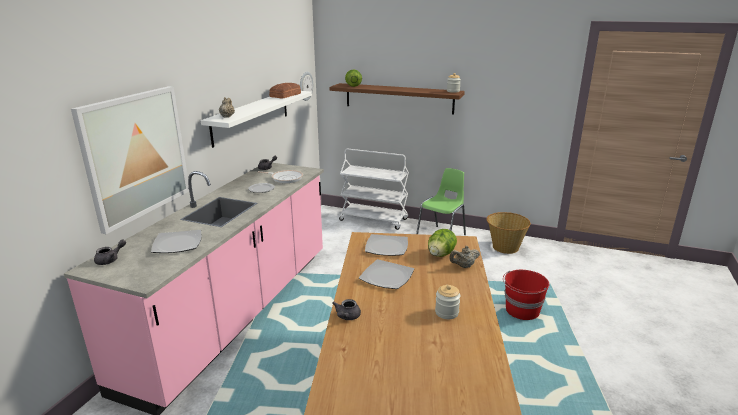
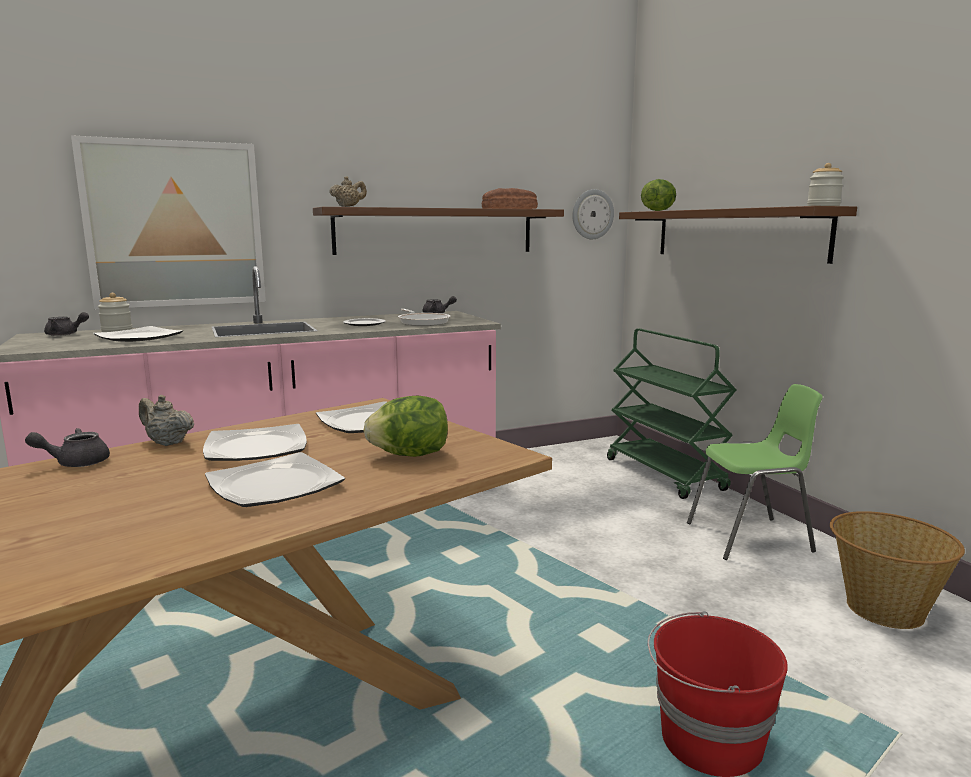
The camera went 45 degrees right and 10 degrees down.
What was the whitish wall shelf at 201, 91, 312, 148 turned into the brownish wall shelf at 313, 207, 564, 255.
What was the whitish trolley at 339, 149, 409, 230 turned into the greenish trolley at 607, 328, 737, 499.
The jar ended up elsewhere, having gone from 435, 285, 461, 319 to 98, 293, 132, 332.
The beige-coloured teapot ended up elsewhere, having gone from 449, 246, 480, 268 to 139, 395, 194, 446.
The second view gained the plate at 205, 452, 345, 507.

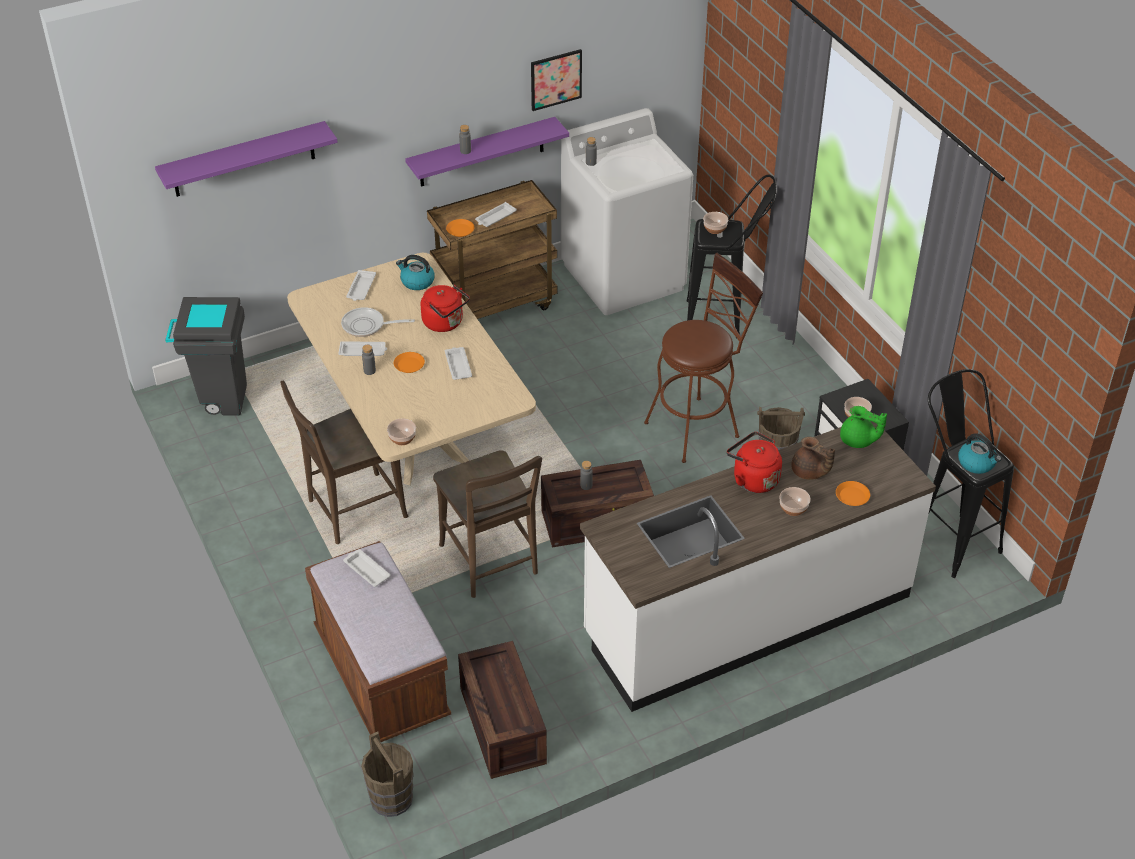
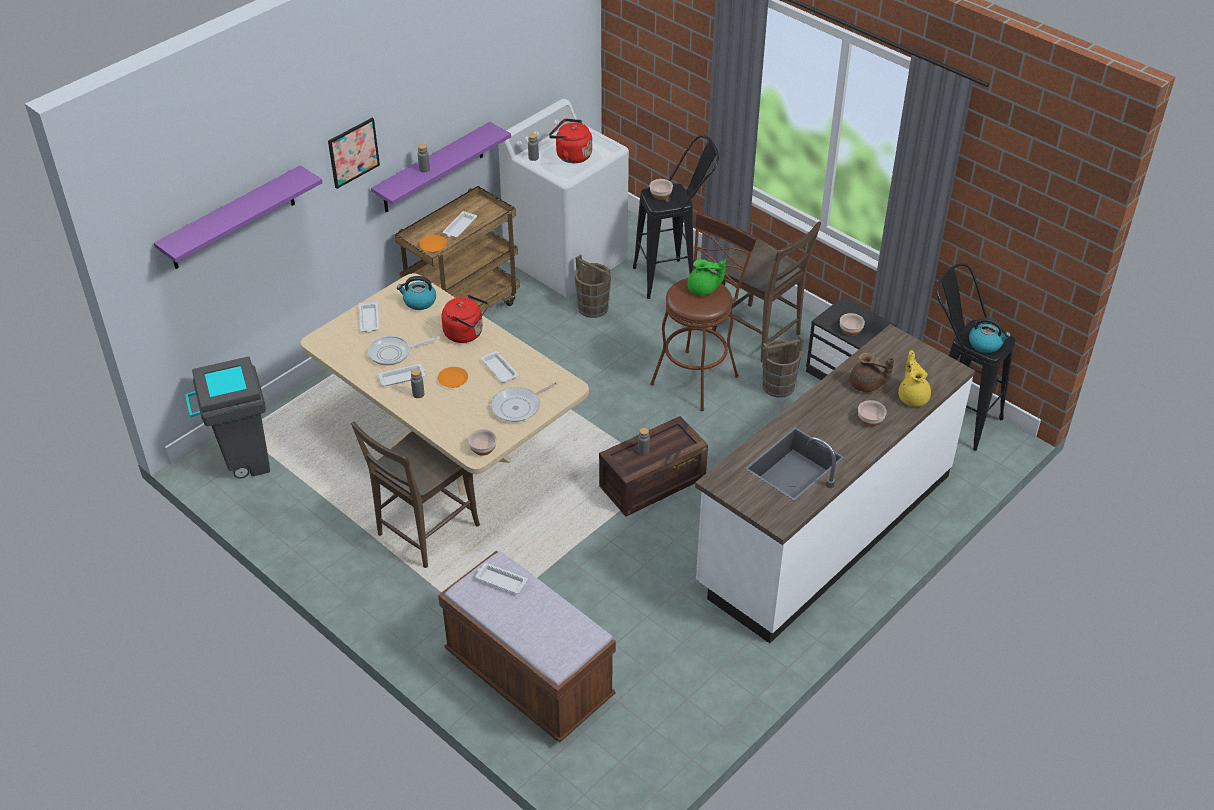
The camera went 20 degrees left and 0 degrees up.
The brownish pail ended up elsewhere, having gone from 361, 731, 414, 817 to 574, 254, 611, 318.
The brownish upright chair ended up elsewhere, having gone from 433, 450, 542, 598 to 712, 222, 821, 363.
The second view lost the crate at 458, 641, 547, 779.
The picture ended up elsewhere, having gone from 531, 49, 582, 111 to 328, 118, 380, 189.
The red-coloured kettle ended up elsewhere, having gone from 727, 432, 782, 493 to 549, 119, 592, 163.
Where the orangey plate stood at 836, 481, 870, 506, the yellow-coloured teapot came to stand at 898, 350, 931, 407.
The greenish teapot ended up elsewhere, having gone from 840, 406, 887, 448 to 687, 259, 726, 295.
The second view gained the frying pan at 491, 382, 558, 422.

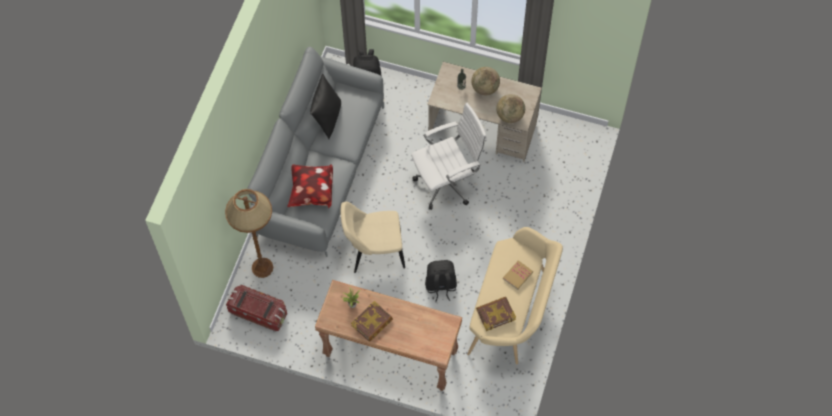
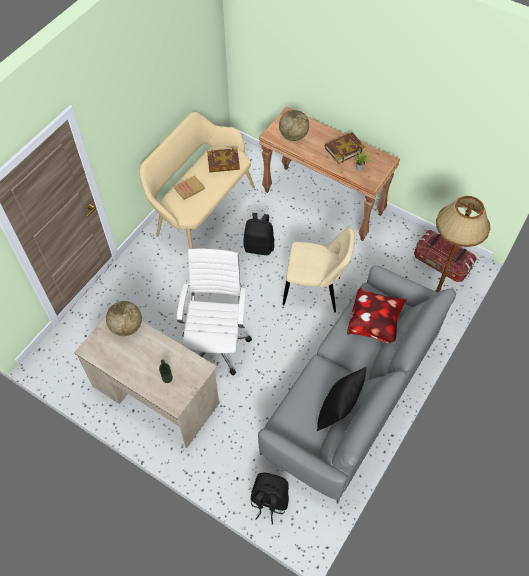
The camera went 165 degrees left and 5 degrees down.
The whitish office chair at 411, 103, 487, 210 ended up facing another way, 105 degrees clockwise from before.
The world globe ended up elsewhere, having gone from 471, 67, 500, 95 to 279, 110, 309, 141.

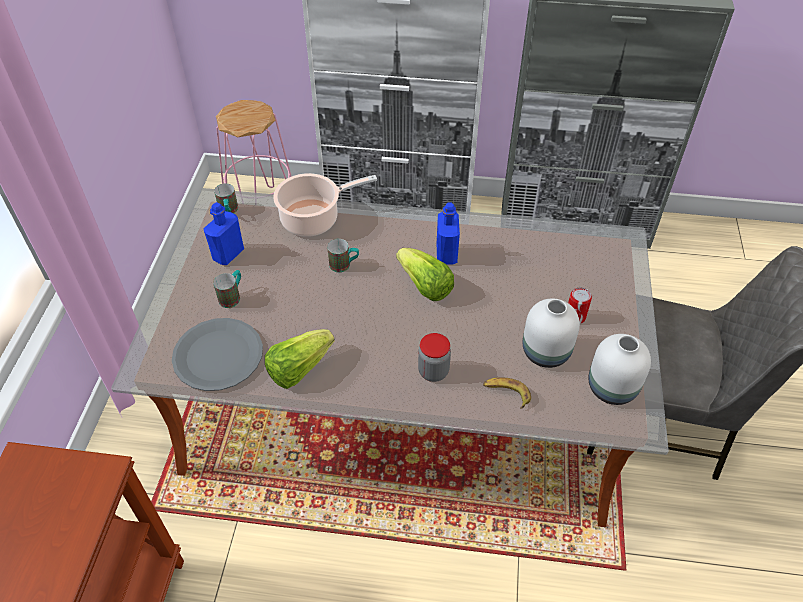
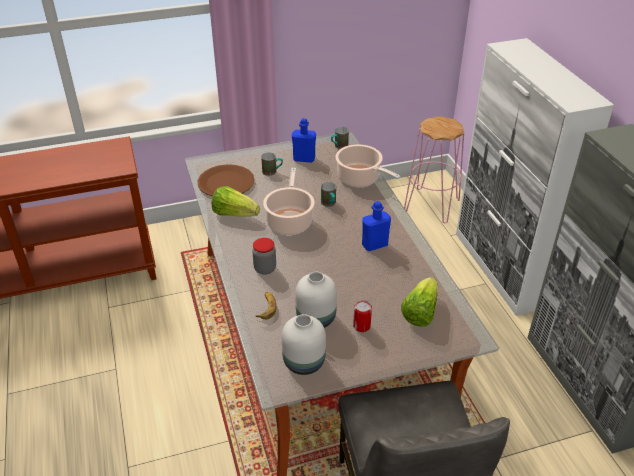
The camera went 65 degrees right and 10 degrees down.
What was the gray plate at 172, 318, 263, 391 turned into the brownish plate at 198, 164, 255, 196.
The head of lettuce ended up elsewhere, having gone from 396, 248, 454, 301 to 401, 277, 437, 327.
The second view gained the saucepot at 263, 168, 315, 235.

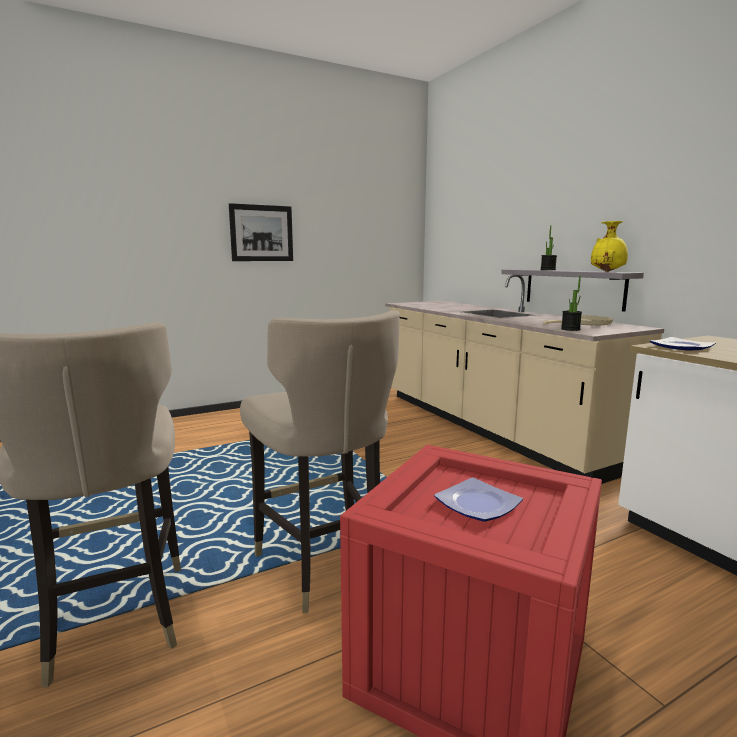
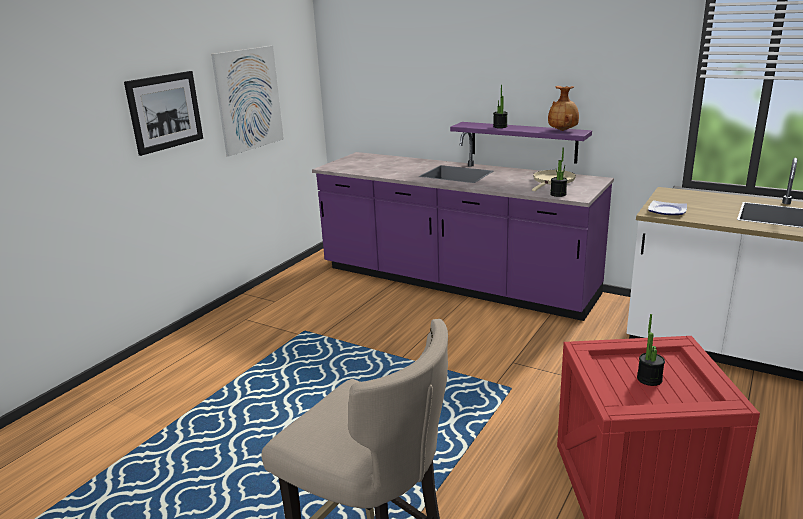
The camera went 30 degrees left and 10 degrees up.
The second view lost the beige-coloured sitting stool at 240, 310, 400, 613.
What was the beige-coloured counter at 385, 275, 664, 484 turned into the purple counter at 312, 132, 614, 321.
Where the plate stood at 434, 477, 523, 522, the houseplant came to stand at 637, 314, 665, 386.
What was the gray wall shelf at 501, 269, 644, 312 turned into the purple wall shelf at 450, 122, 592, 164.
What was the yellow-coloured decorative vase at 591, 221, 628, 272 turned into the brownish decorative vase at 548, 86, 579, 131.
The second view gained the picture at 211, 46, 284, 157.

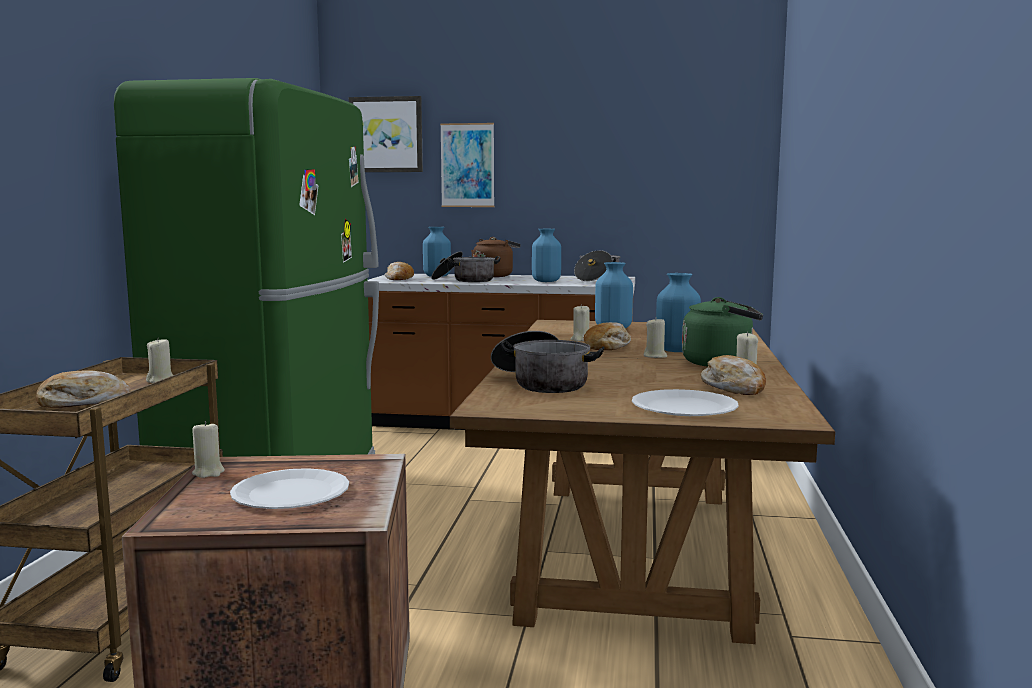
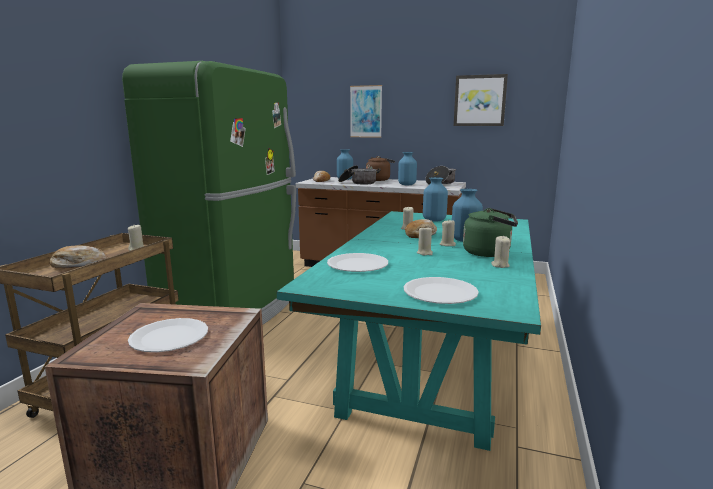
The camera went 10 degrees right and 5 degrees up.
The beige-coloured wax light ended up elsewhere, having gone from 192, 421, 225, 478 to 417, 227, 433, 255.
The picture ended up elsewhere, having gone from 349, 96, 423, 172 to 454, 74, 508, 126.
What was the brownish dinner table at 450, 320, 835, 644 turned into the turquoise dinner table at 277, 211, 541, 451.
Where the saucepot stood at 491, 331, 604, 393, the whitish plate came to stand at 327, 253, 388, 272.
The second view lost the bread at 701, 355, 766, 395.

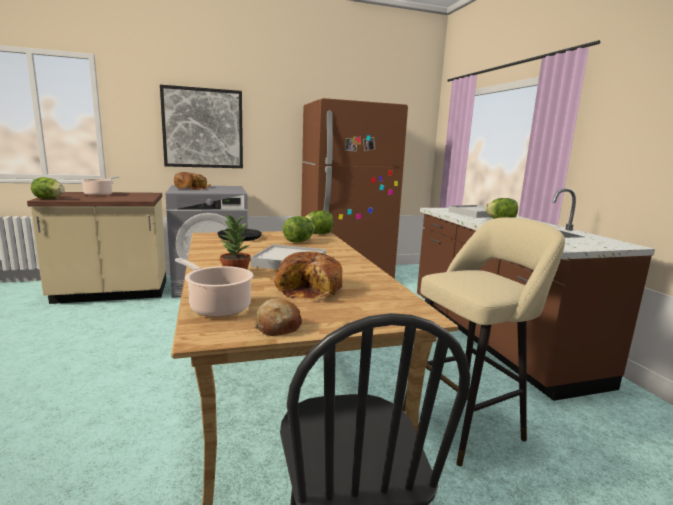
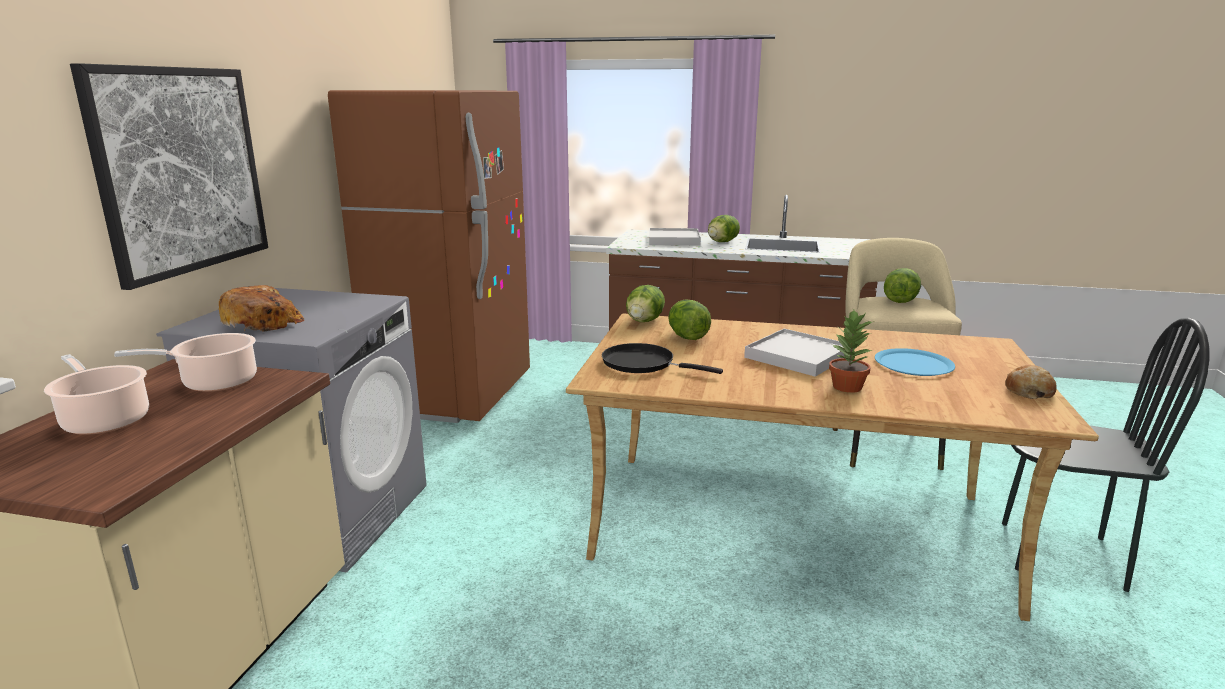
The camera went 60 degrees left and 5 degrees up.
The head of lettuce ended up elsewhere, having gone from 31, 177, 65, 199 to 884, 268, 921, 303.
The saucepot ended up elsewhere, having gone from 175, 258, 254, 317 to 114, 333, 257, 392.
Where the bread stood at 274, 252, 342, 300, the blue plate came to stand at 875, 348, 955, 376.

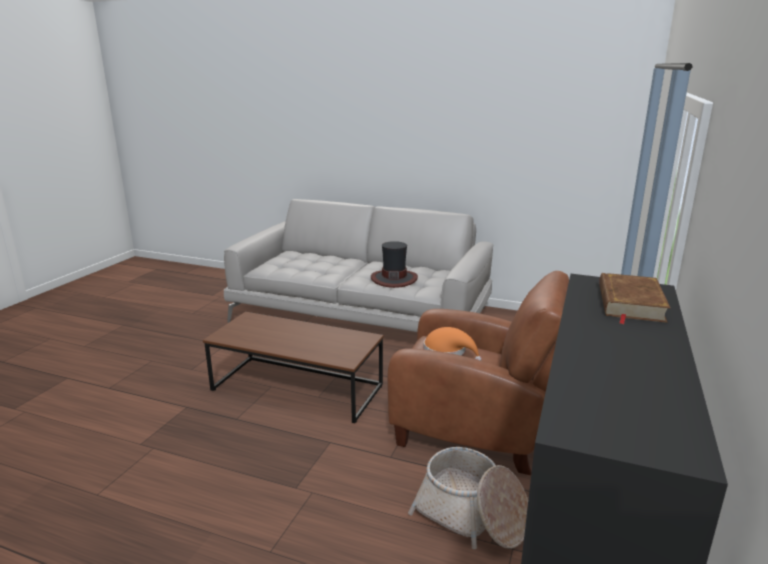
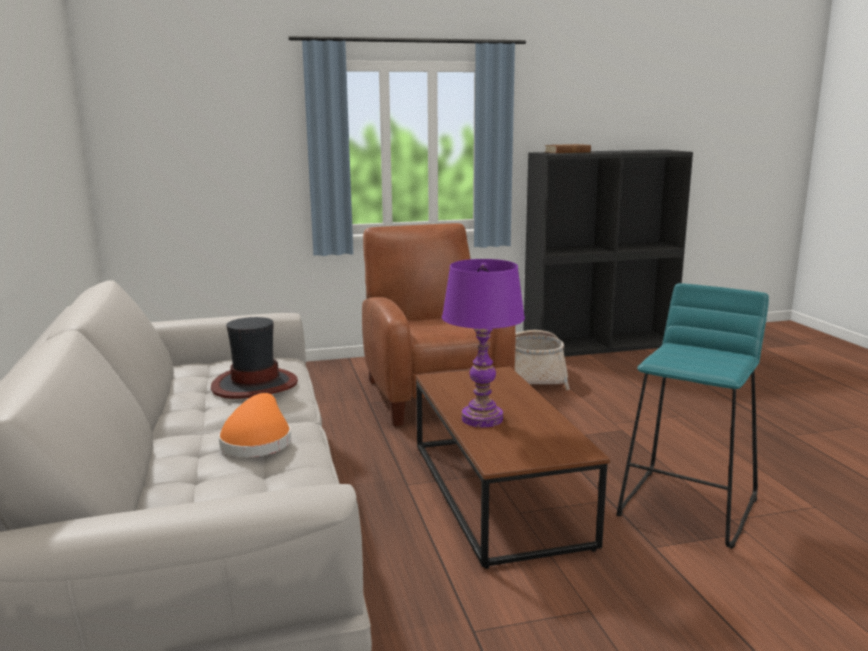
The camera went 125 degrees left and 5 degrees down.
The orangey hat ended up elsewhere, having gone from 424, 327, 482, 361 to 219, 393, 291, 457.
The second view gained the purple table lamp at 442, 259, 525, 427.
The second view gained the turquoise sitting stool at 617, 283, 769, 549.

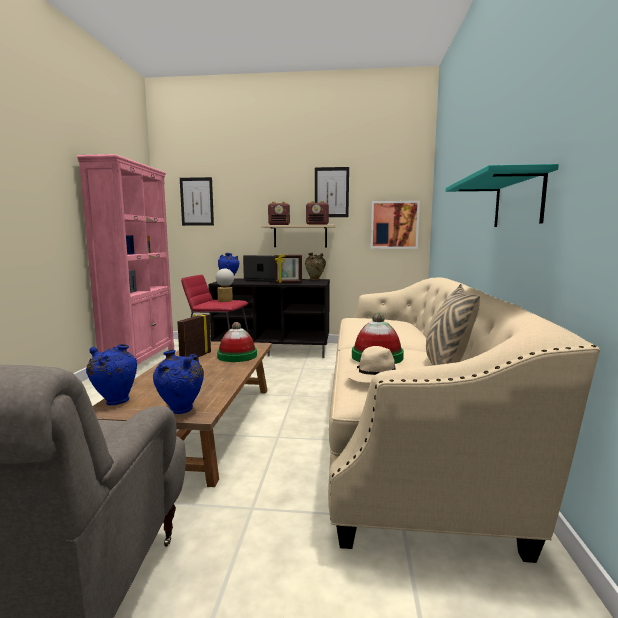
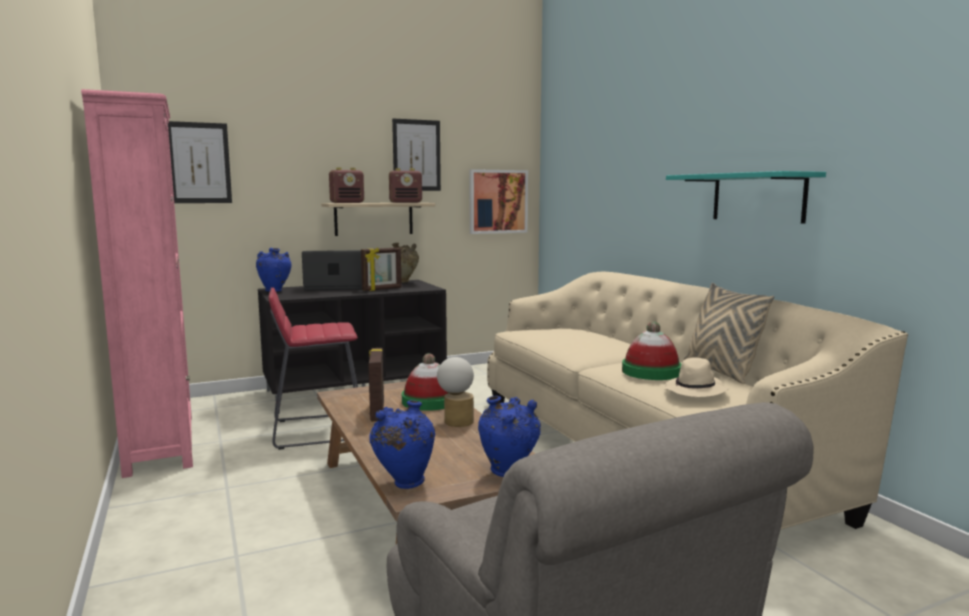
The camera went 30 degrees left and 0 degrees up.
The table lamp ended up elsewhere, having gone from 216, 268, 234, 302 to 437, 357, 474, 427.

